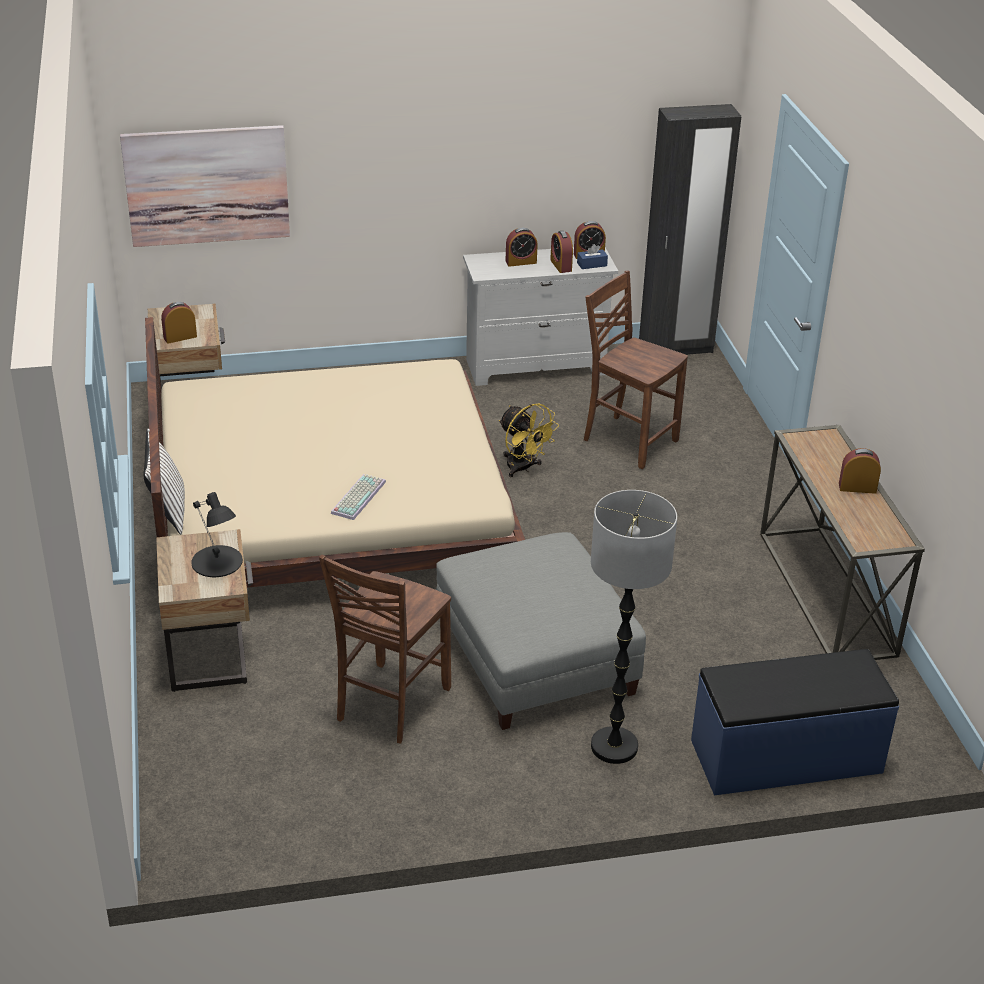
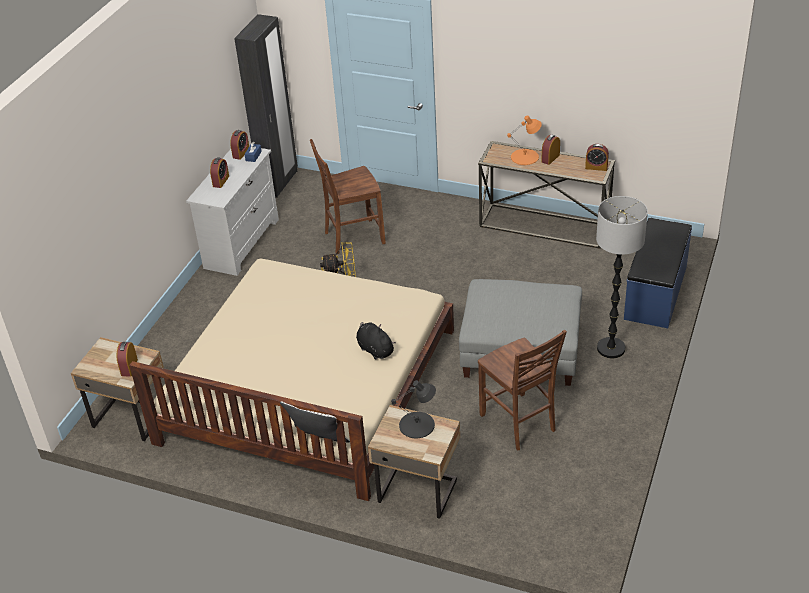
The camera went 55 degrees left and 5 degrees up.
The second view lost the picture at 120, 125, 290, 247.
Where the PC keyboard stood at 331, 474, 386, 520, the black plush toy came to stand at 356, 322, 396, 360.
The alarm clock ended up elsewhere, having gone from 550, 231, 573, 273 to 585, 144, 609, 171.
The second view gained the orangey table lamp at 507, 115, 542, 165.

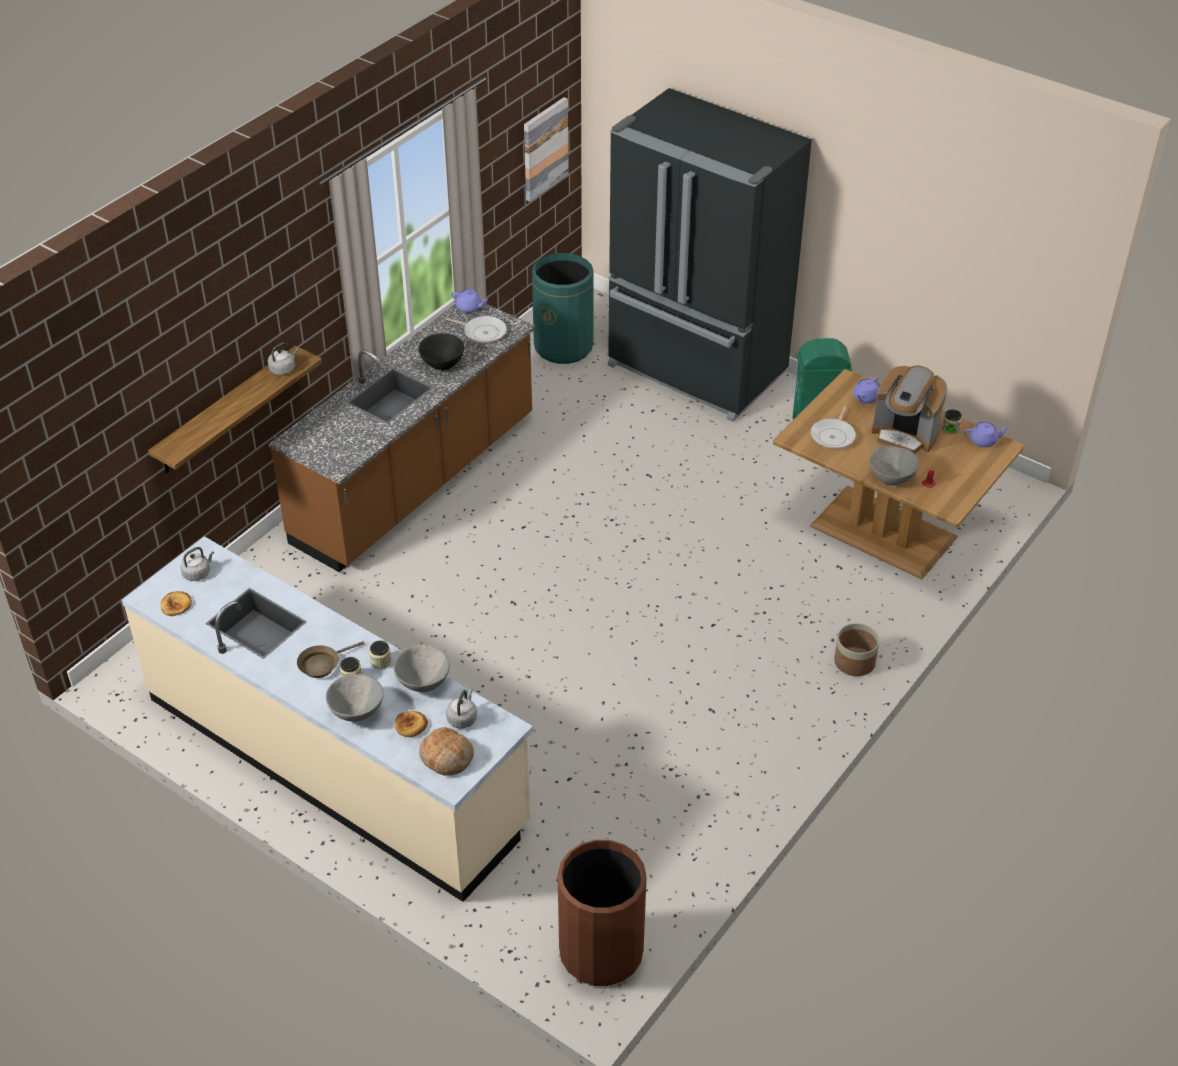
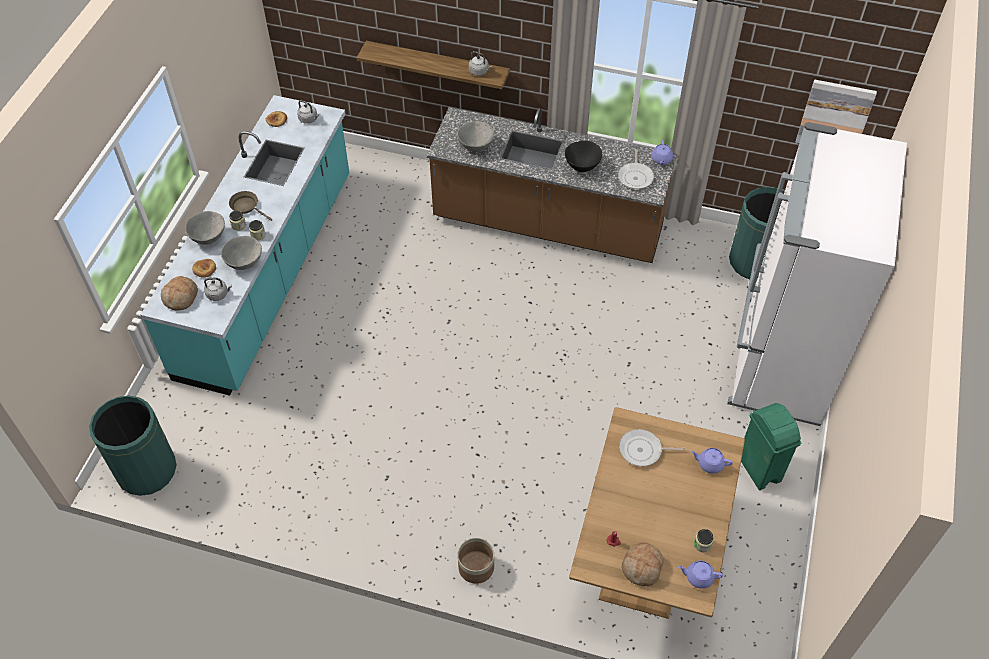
The camera went 70 degrees right and 10 degrees up.
What was the beige-coloured counter at 122, 536, 533, 902 turned into the turquoise counter at 141, 95, 349, 396.
What was the brownish waste bin at 558, 840, 647, 986 turned into the greenish waste bin at 89, 396, 176, 496.
What was the black fridge at 608, 88, 812, 422 turned into the whitish fridge at 727, 122, 907, 426.
The gray serving bowl ended up elsewhere, having gone from 869, 446, 919, 486 to 457, 121, 494, 152.
The second view lost the coffee machine at 871, 365, 947, 454.
The purple teapot at 964, 422, 1009, 447 ended up facing another way, 120 degrees clockwise from before.
The second view gained the bread at 622, 542, 663, 586.

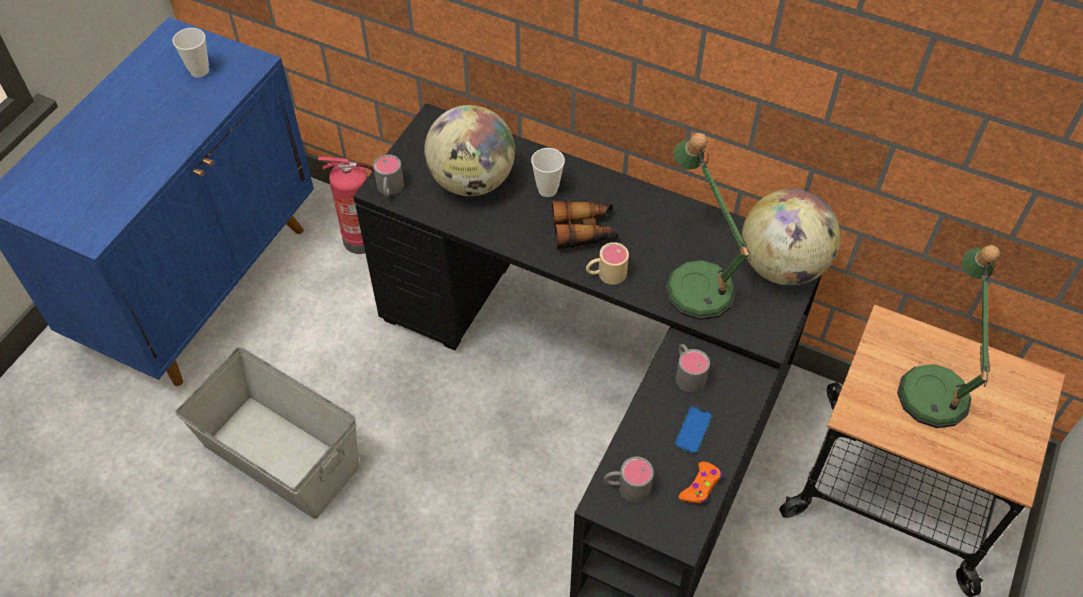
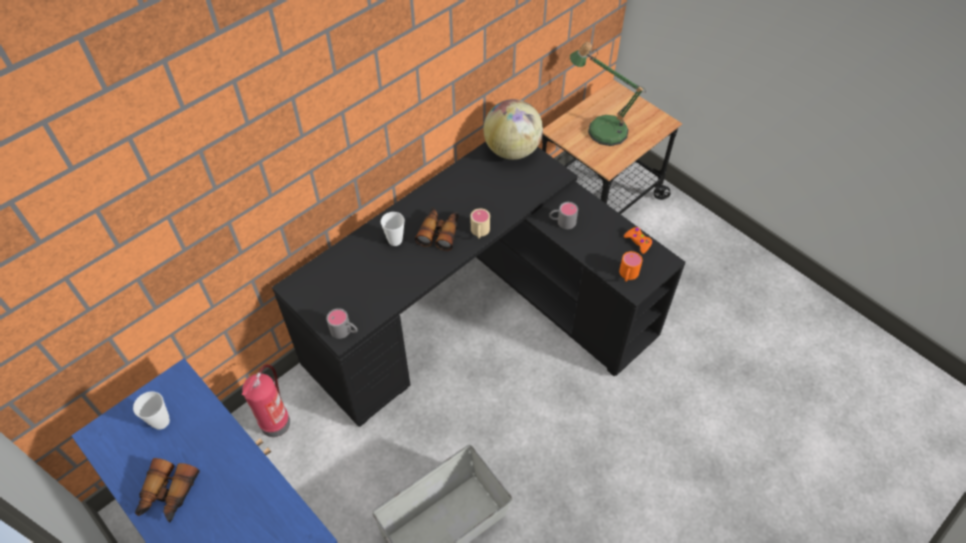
The camera went 70 degrees left and 0 degrees up.
The second view lost the world globe at 424, 105, 515, 196.
What was the gray mug at 604, 457, 654, 502 turned into the orangey mug at 619, 251, 643, 282.
The second view lost the table lamp at 665, 133, 751, 320.
The second view lost the handset at 674, 406, 713, 454.
The second view gained the binoculars at 135, 458, 200, 523.

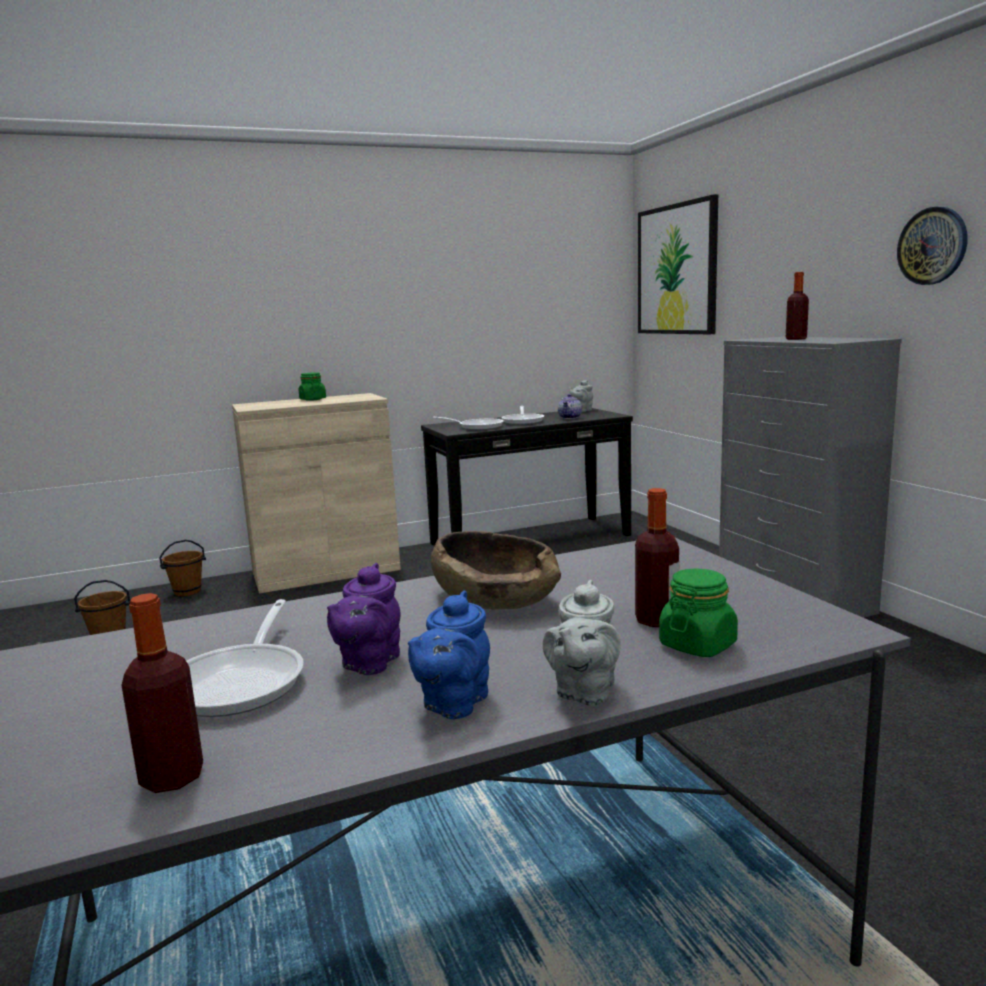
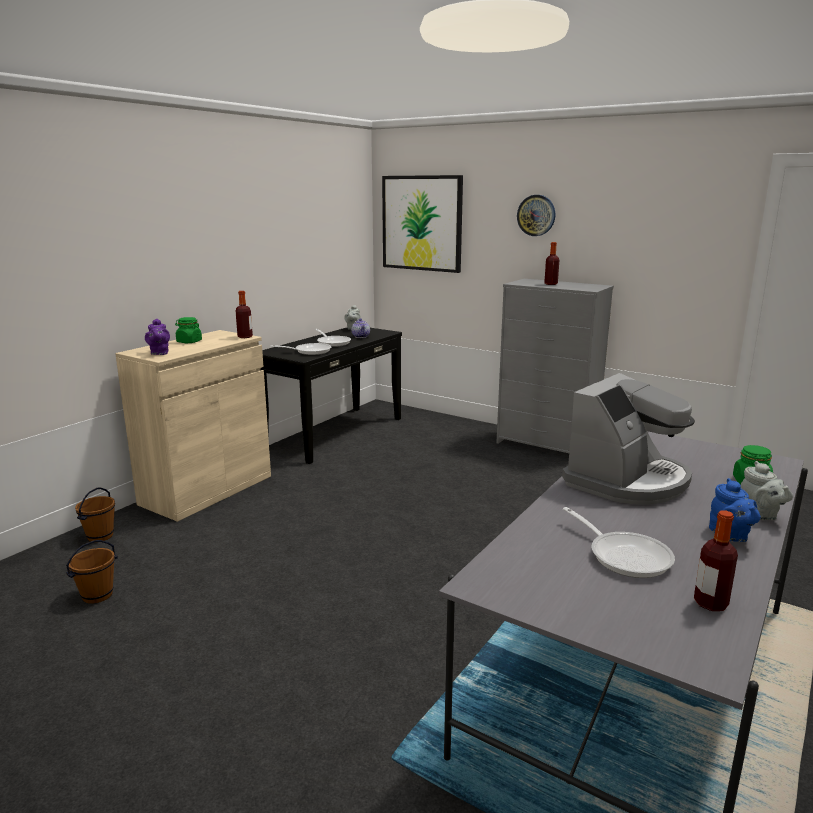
The camera went 35 degrees left and 5 degrees up.
The purple teapot ended up elsewhere, having gone from 327, 563, 401, 675 to 145, 319, 170, 355.
Where the brownish serving bowl stood at 431, 531, 561, 609, the coffee machine came to stand at 562, 373, 695, 505.
The bottle ended up elsewhere, having gone from 635, 488, 679, 627 to 236, 291, 253, 338.
The wall clock ended up elsewhere, having gone from 897, 207, 967, 285 to 517, 195, 555, 236.

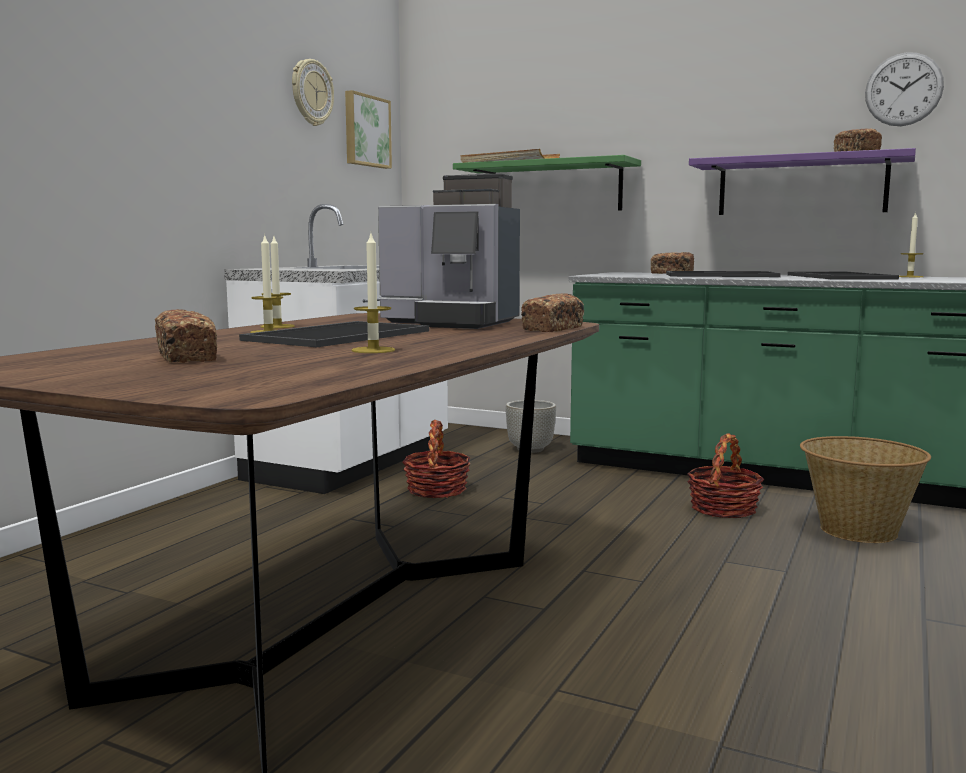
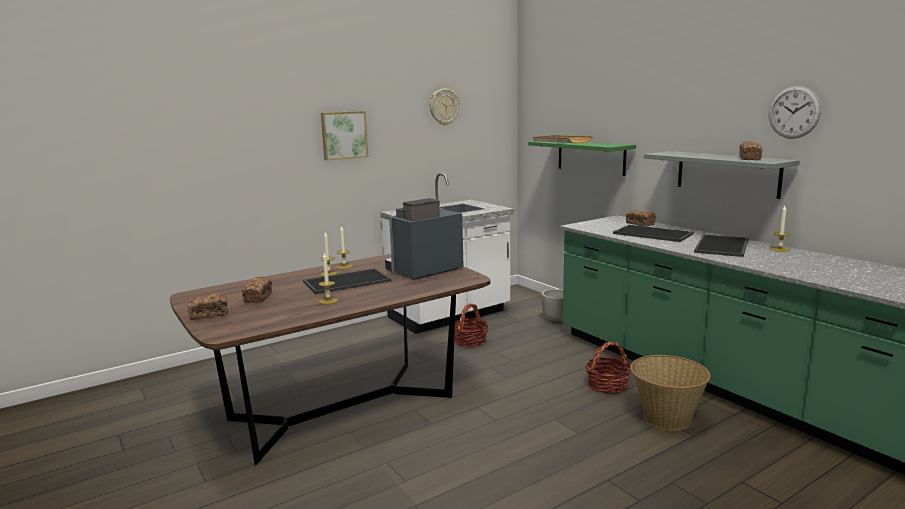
The camera went 30 degrees right and 5 degrees up.
The picture ended up elsewhere, having gone from 345, 90, 392, 169 to 321, 111, 368, 160.
The coffee machine at 378, 174, 520, 329 ended up facing another way, 90 degrees clockwise from before.
The bread ended up elsewhere, having gone from 521, 293, 584, 332 to 187, 293, 228, 320.
What was the purple wall shelf at 689, 148, 916, 215 turned into the gray wall shelf at 644, 151, 800, 199.

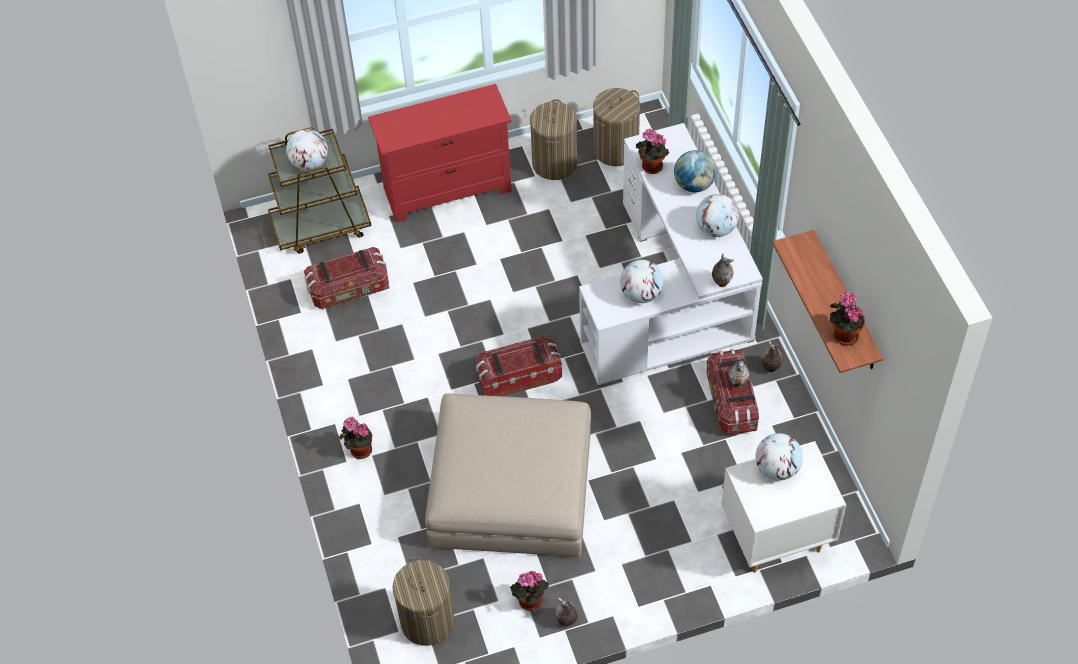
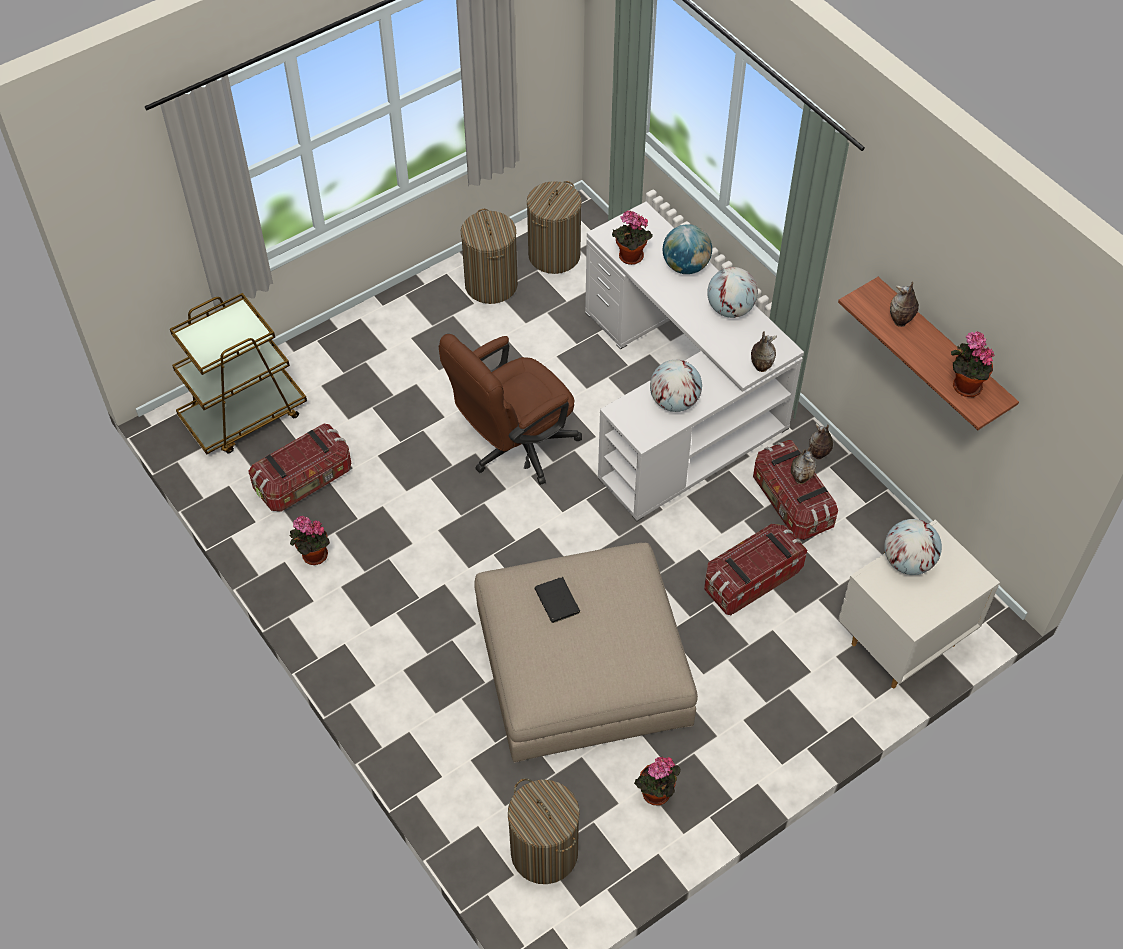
The camera went 20 degrees left and 0 degrees up.
The second view lost the world globe at 286, 129, 328, 170.
The houseplant ended up elsewhere, having gone from 339, 417, 372, 459 to 290, 516, 330, 565.
The second view lost the red-coloured chest of drawers at 368, 84, 512, 223.
The storage bin ended up elsewhere, having gone from 475, 336, 562, 396 to 704, 524, 807, 615.
The decorative vase ended up elsewhere, having gone from 556, 598, 578, 627 to 890, 281, 919, 327.
The second view gained the brownish office chair at 439, 334, 582, 485.
The second view gained the black volume at 535, 577, 581, 623.

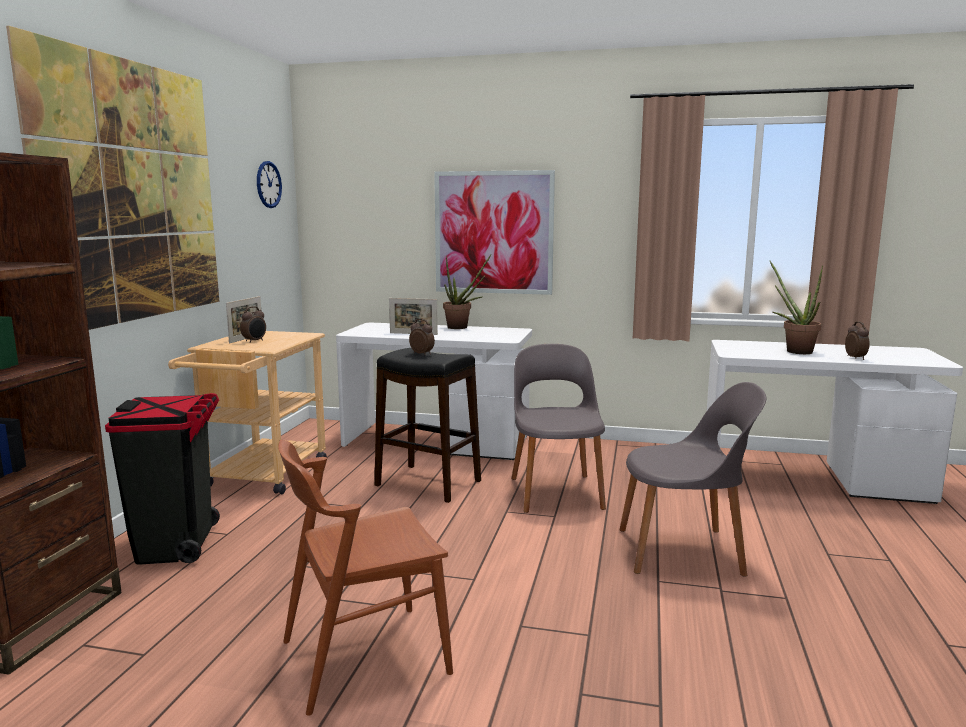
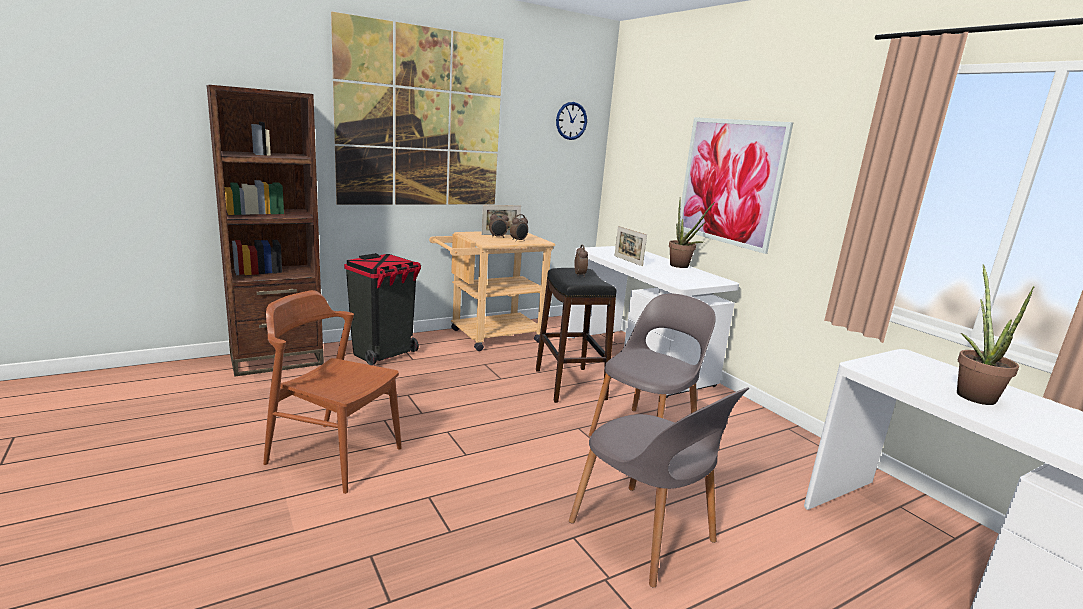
The camera went 45 degrees right and 5 degrees up.
The alarm clock ended up elsewhere, having gone from 845, 321, 870, 360 to 510, 214, 528, 241.

